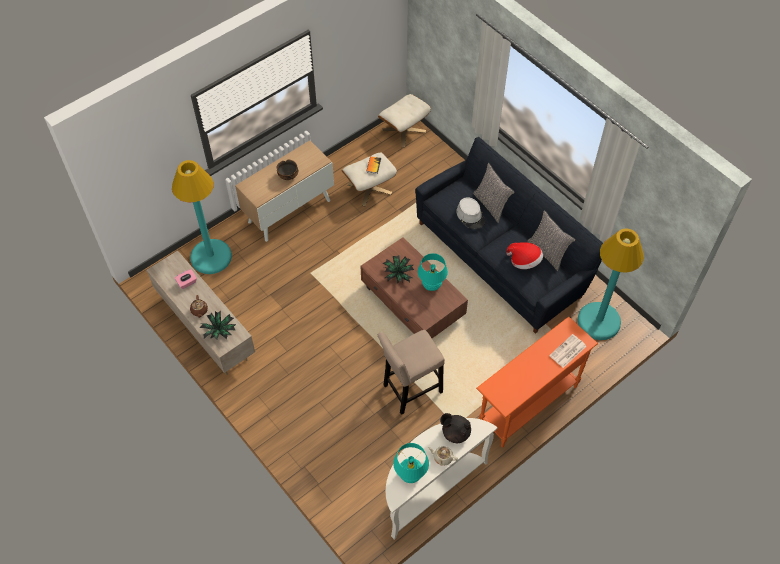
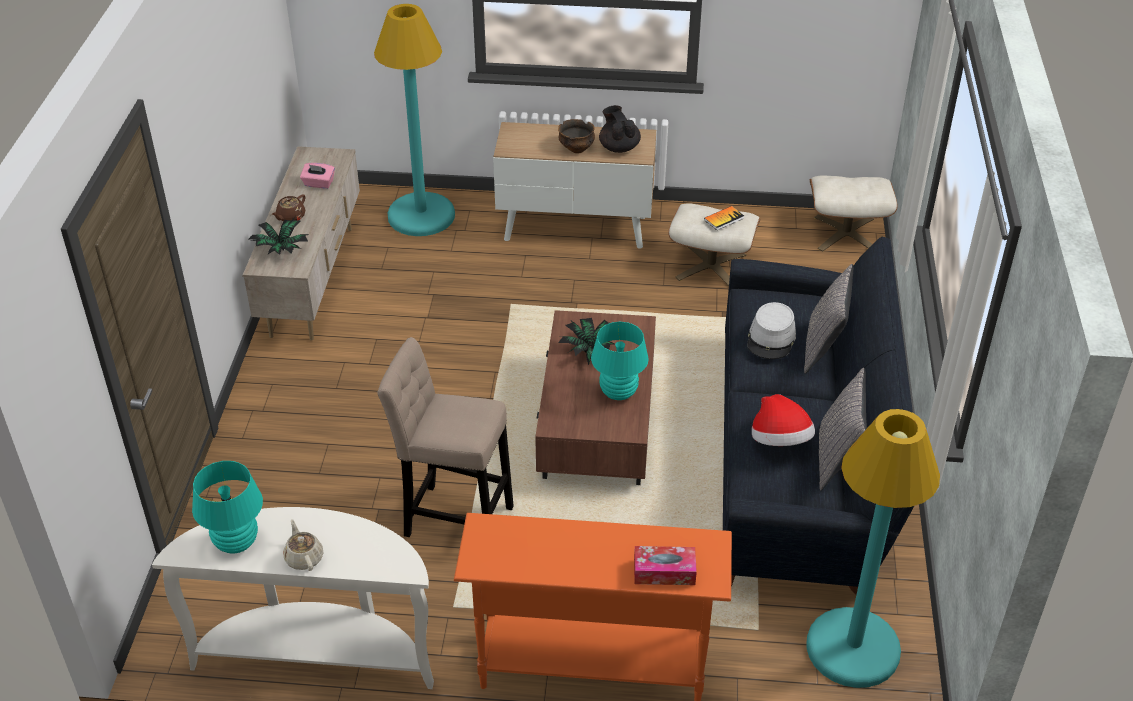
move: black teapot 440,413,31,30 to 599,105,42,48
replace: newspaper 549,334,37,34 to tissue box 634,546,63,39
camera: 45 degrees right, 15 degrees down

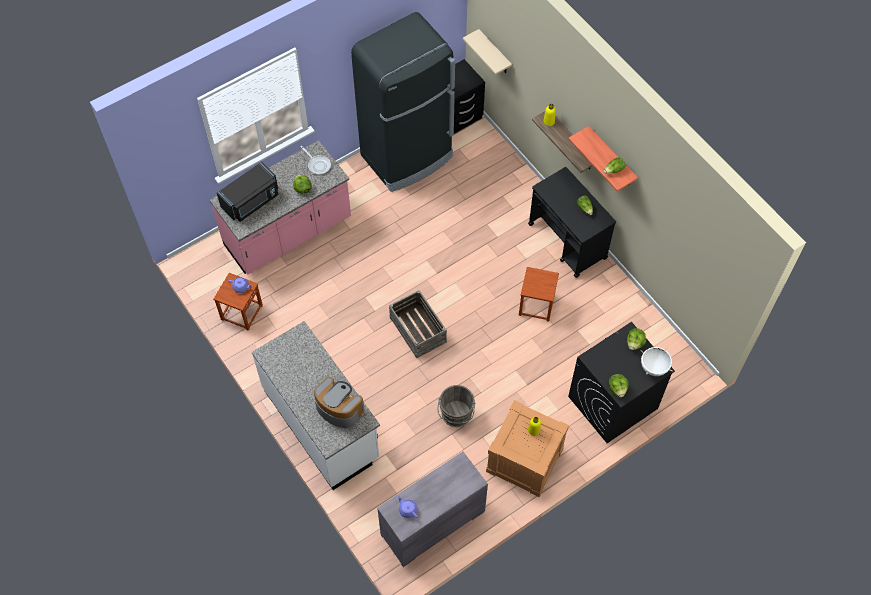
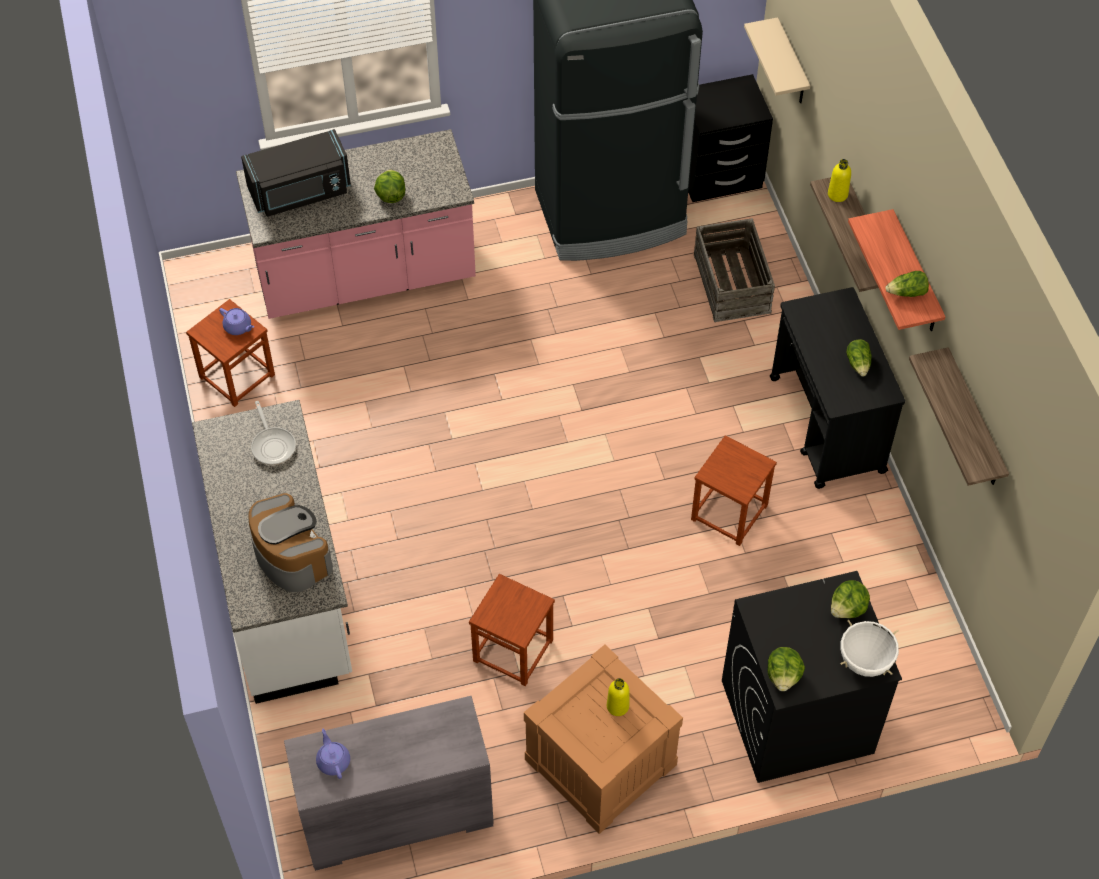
insert: shelf 909,347,100,139
move: frying pan 301,146,30,29 to 251,401,45,64; crate 389,290,58,69 to 694,218,81,104
replace: grey bucket 437,385,38,42 to brown stool 469,574,86,112
camera: 20 degrees right, 5 degrees down

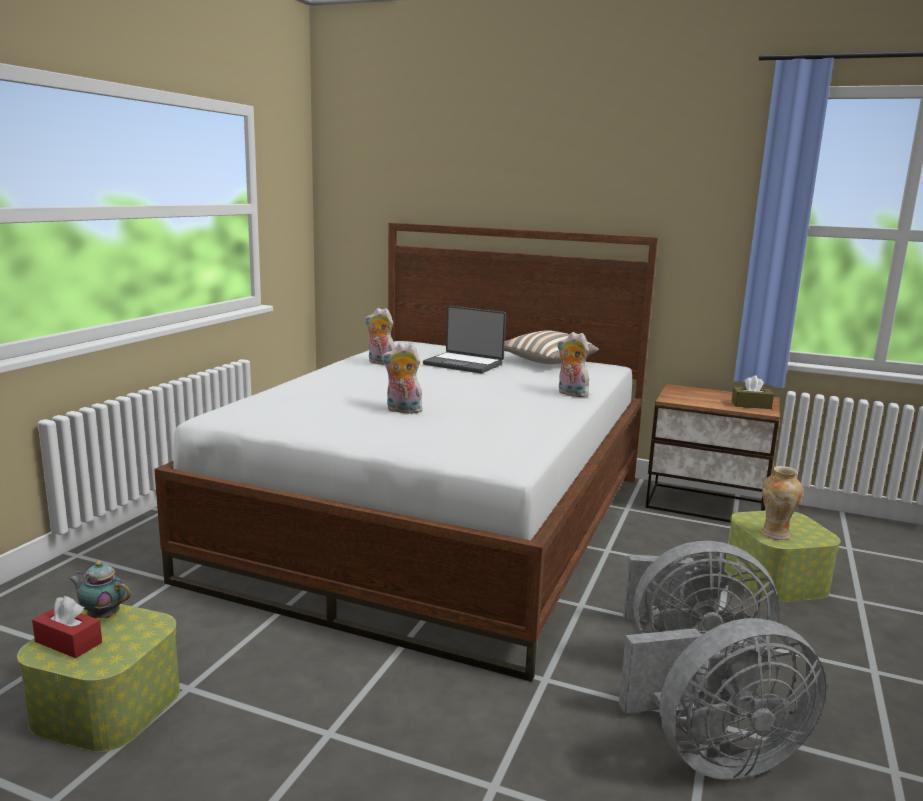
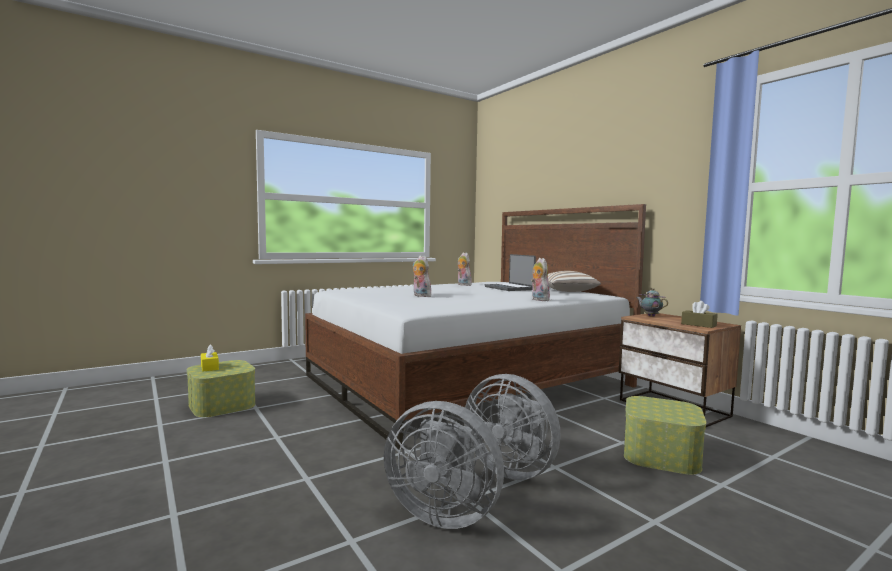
delete: vase 761,466,42,74
move: teapot 69,561,62,57 to 636,288,32,29
recolor: red tissue box 32,596,70,62 to yellow tissue box 201,344,18,28
camera: 35 degrees right, 10 degrees down

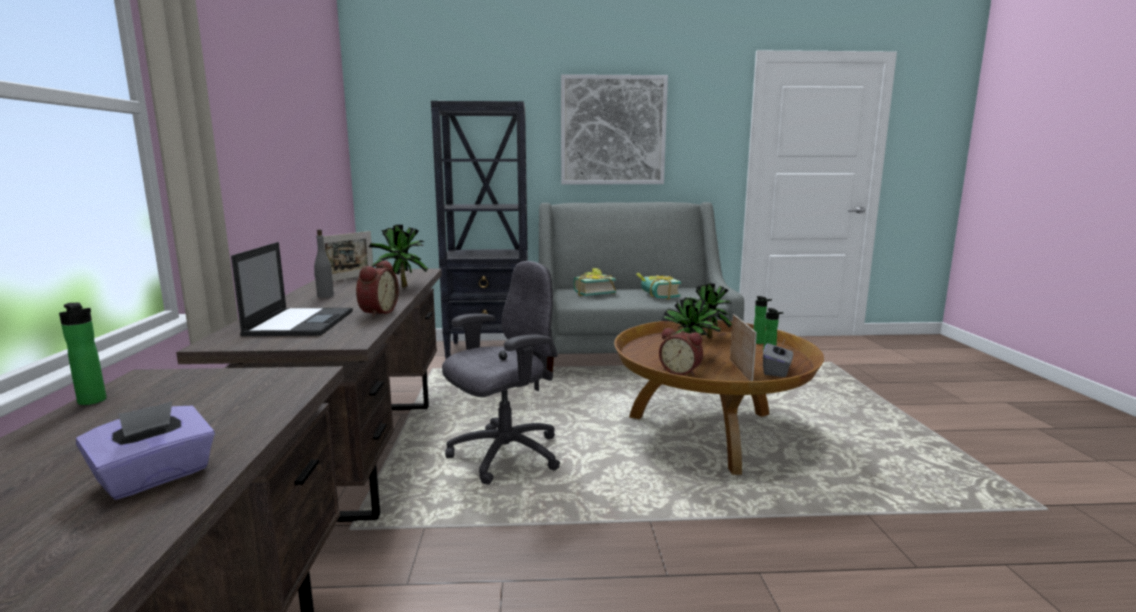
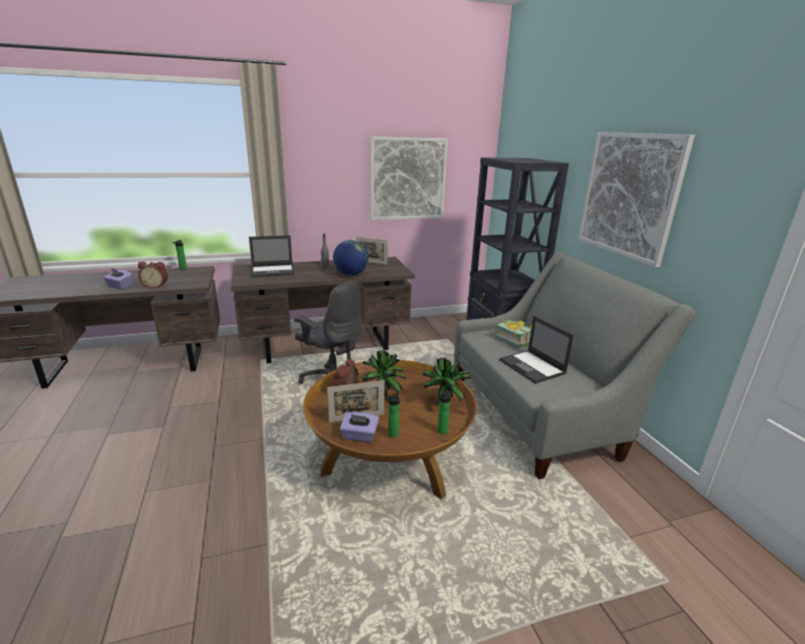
insert: picture 370,137,78,83
move: alarm clock 356,260,43,57 to 138,262,30,27
replace: potted plant 369,225,59,62 to globe 333,240,35,35; book 636,272,45,28 to laptop 499,316,75,68
recolor: grey tissue box 763,340,30,37 to purple tissue box 340,412,39,30
camera: 75 degrees right, 10 degrees up

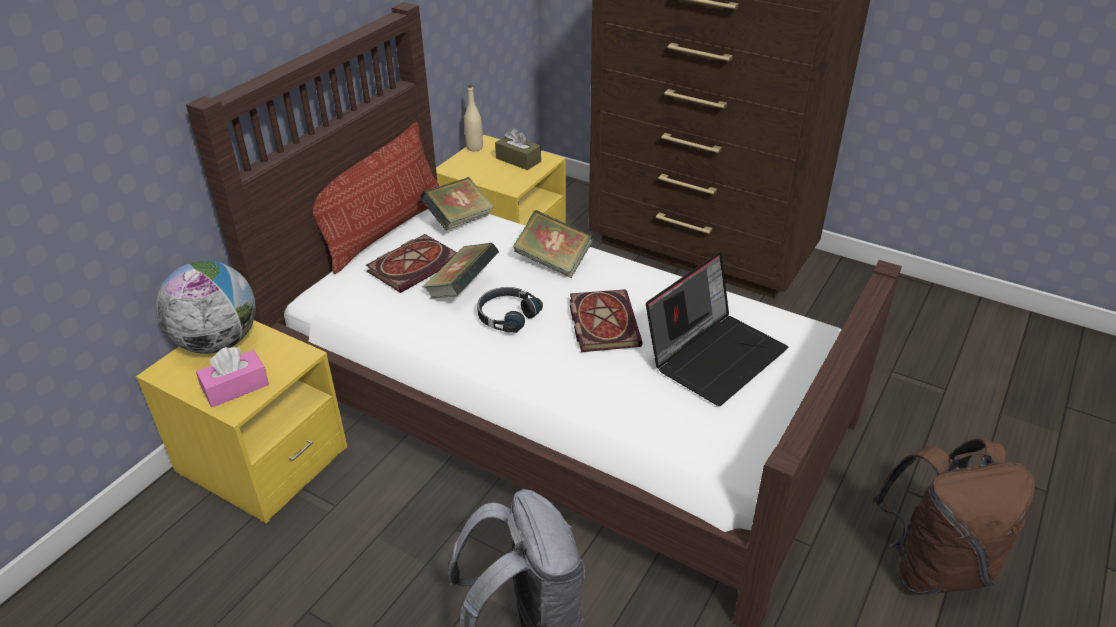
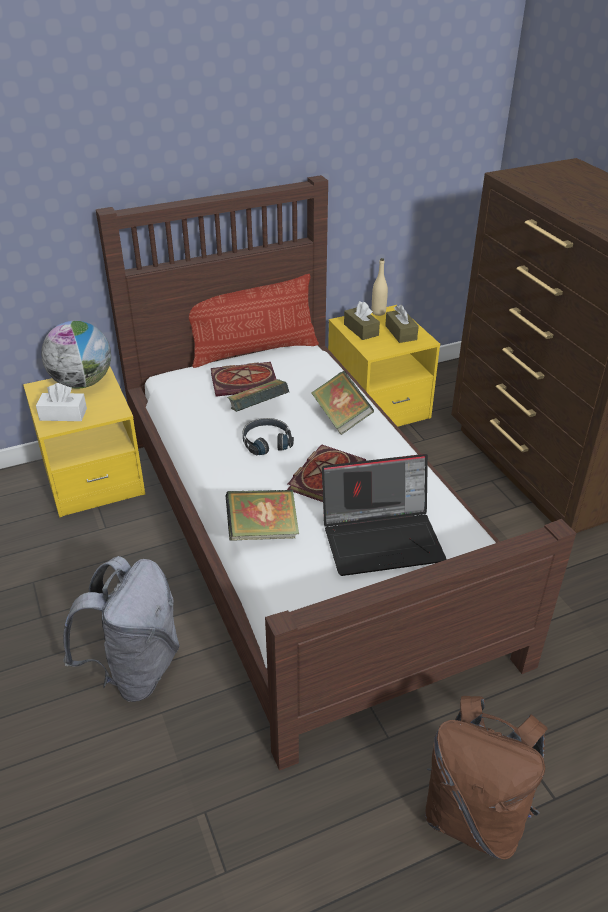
insert: brown tissue box 344,301,36,39
move: book 420,177,74,53 to 226,490,73,51
recolor: pink tissue box 196,347,73,60 to white tissue box 36,383,51,38
camera: 35 degrees right, 0 degrees up

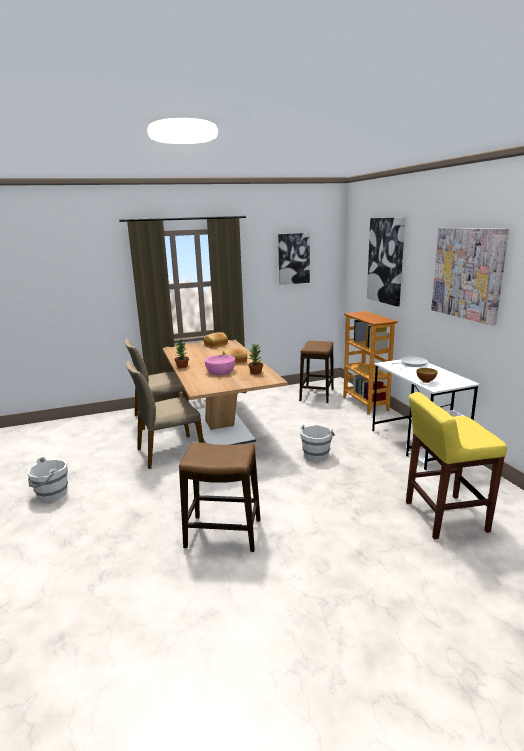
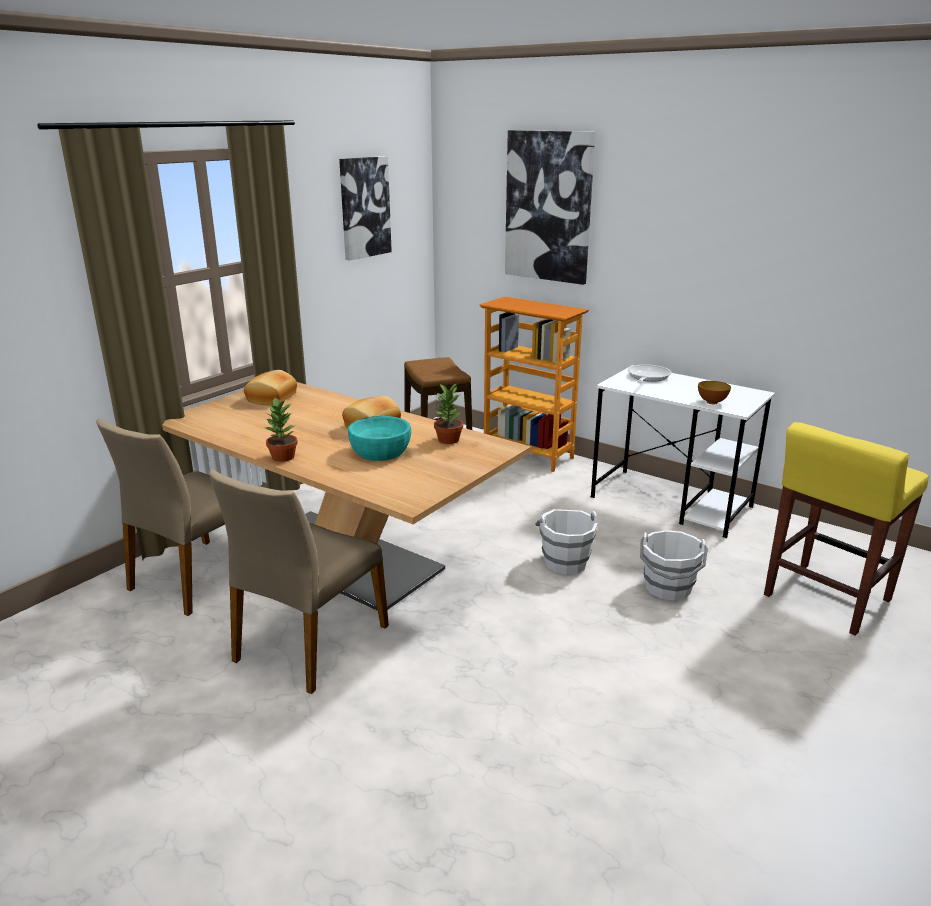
delete: stool 179,442,82,110; picture 431,228,78,97
move: white bucket 27,457,41,45 to 640,530,68,71
recolor: pink bowl 205,355,30,20 to turquoise bowl 348,416,63,45
camera: 35 degrees left, 5 degrees up

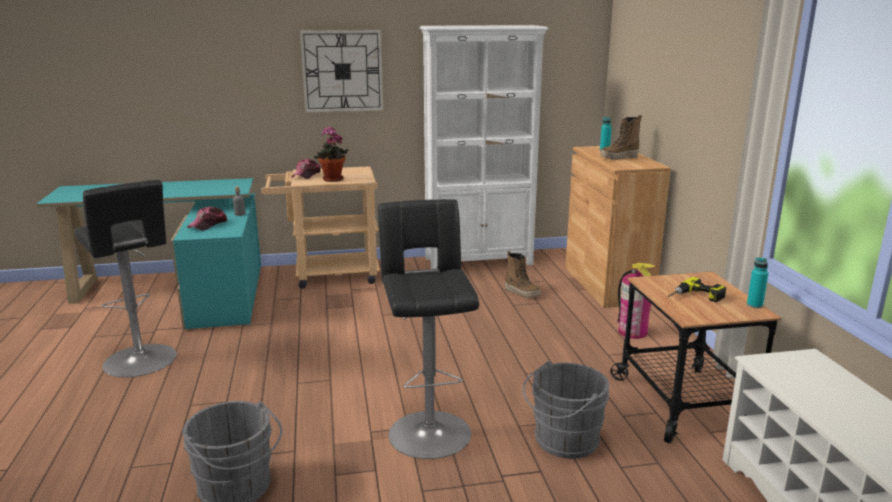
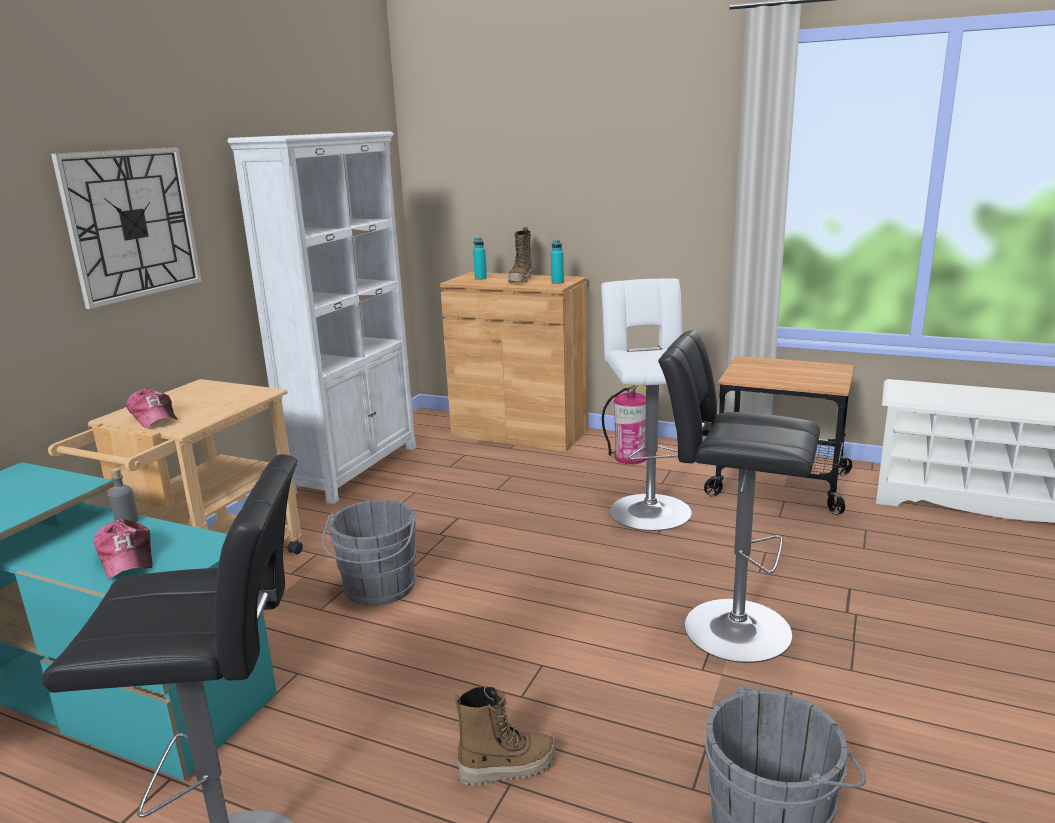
delete: potted plant 314,126,34,56; power drill 668,277,58,25
insert: white stool 601,278,91,253
move: boot 504,251,37,47 to 454,686,102,100; grey bucket 523,361,86,98 to 322,500,94,106; turquoise bottle 747,257,22,51 to 551,240,13,44
camera: 55 degrees left, 0 degrees up

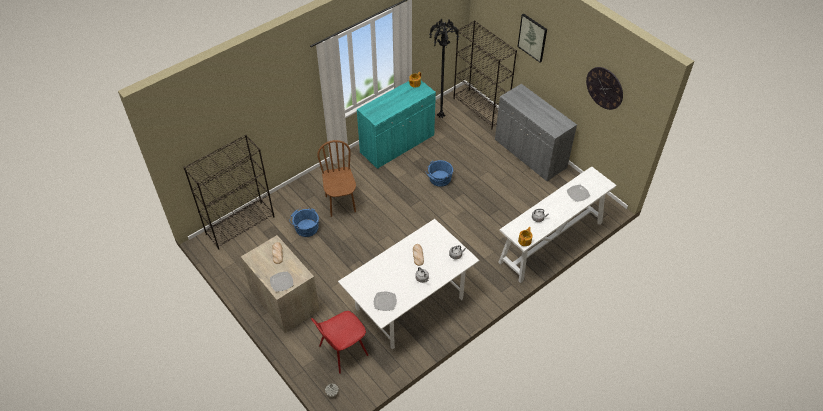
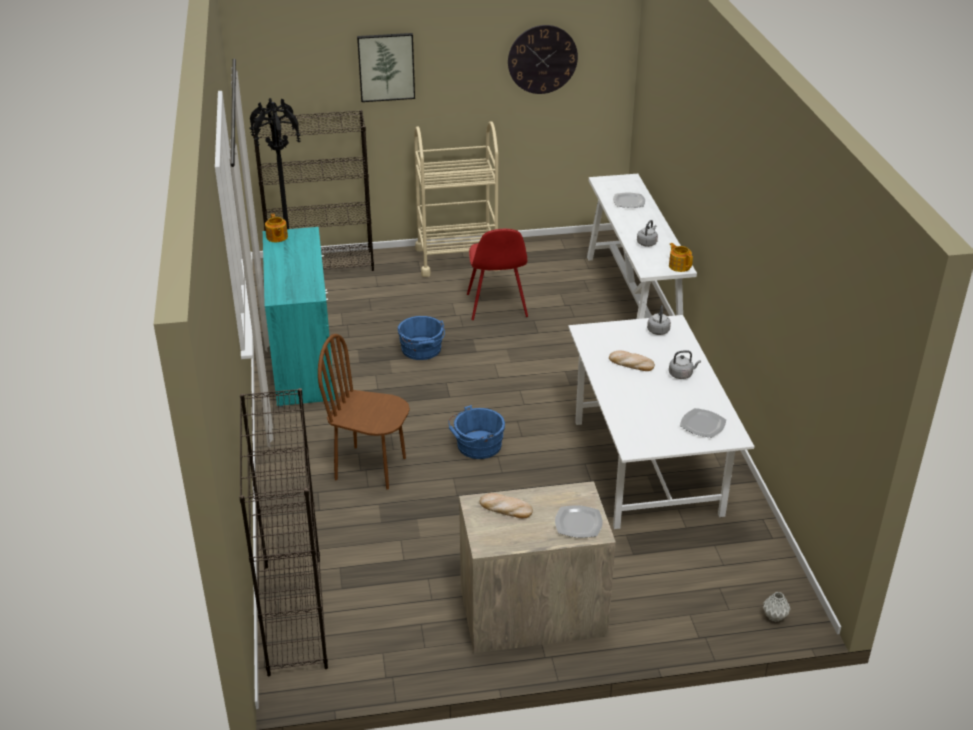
move: blue bucket 289,207,30,30 to 448,405,57,54; red chair 311,311,57,63 to 467,229,61,91
replace: grey cabinet 495,84,82,97 to beige cart 414,121,86,156
camera: 60 degrees left, 15 degrees down

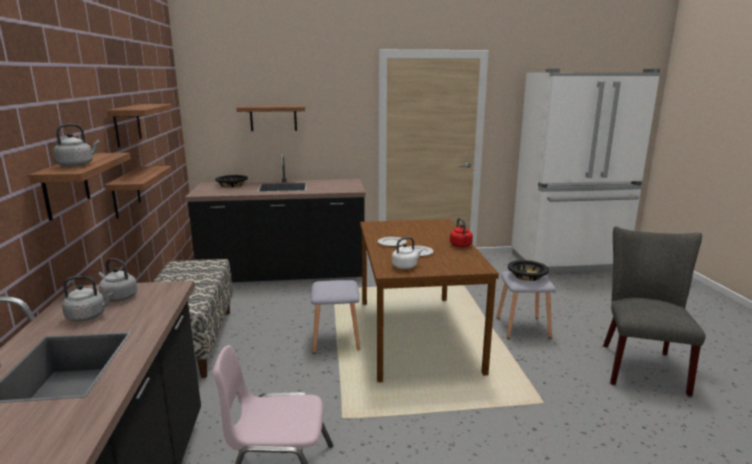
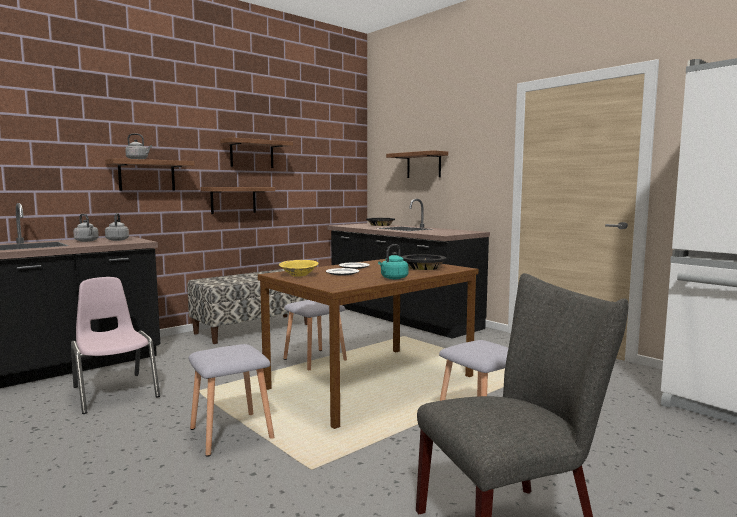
insert: grey stool 189,344,85,113
move: black bowl 508,260,41,21 to 401,254,45,16
replace: white kettle 392,237,31,32 to yellow bowl 279,260,40,17
recolor: red kettle 450,218,23,29 to turquoise kettle 378,244,30,35
camera: 55 degrees right, 10 degrees down

